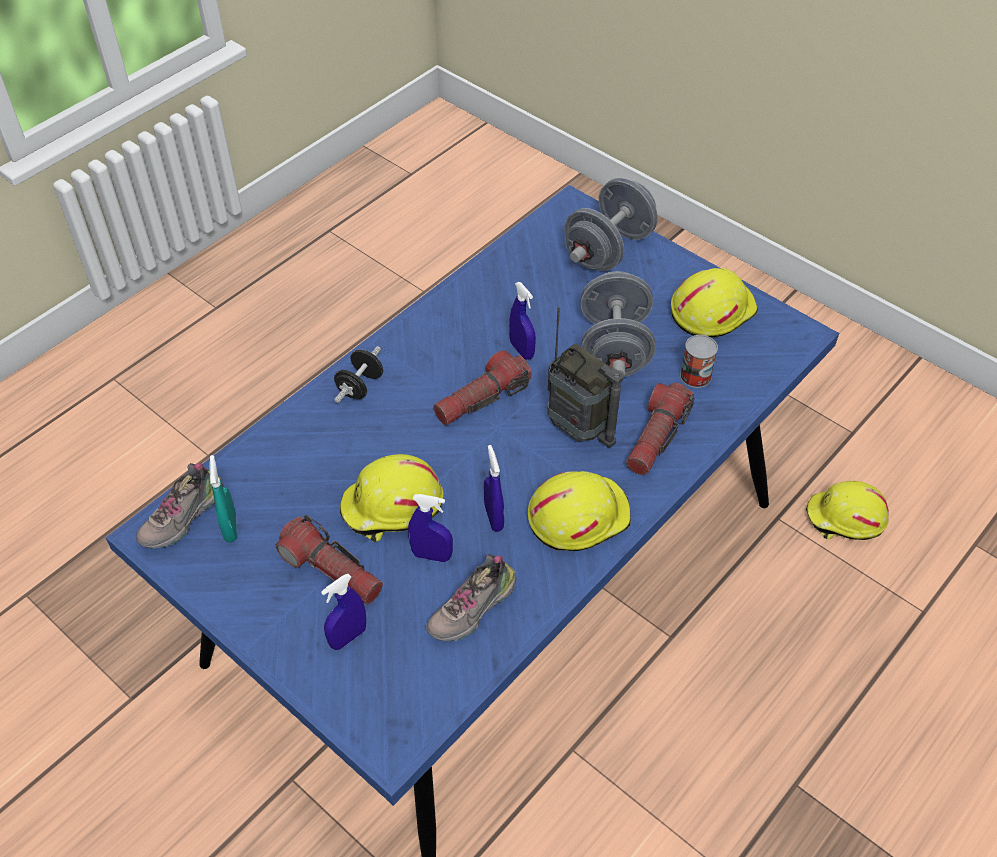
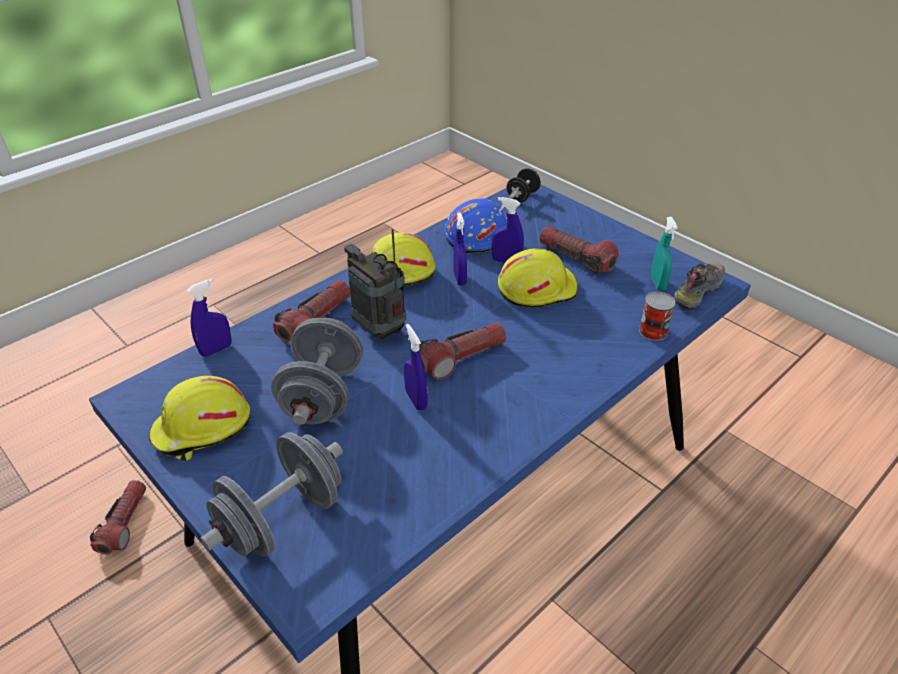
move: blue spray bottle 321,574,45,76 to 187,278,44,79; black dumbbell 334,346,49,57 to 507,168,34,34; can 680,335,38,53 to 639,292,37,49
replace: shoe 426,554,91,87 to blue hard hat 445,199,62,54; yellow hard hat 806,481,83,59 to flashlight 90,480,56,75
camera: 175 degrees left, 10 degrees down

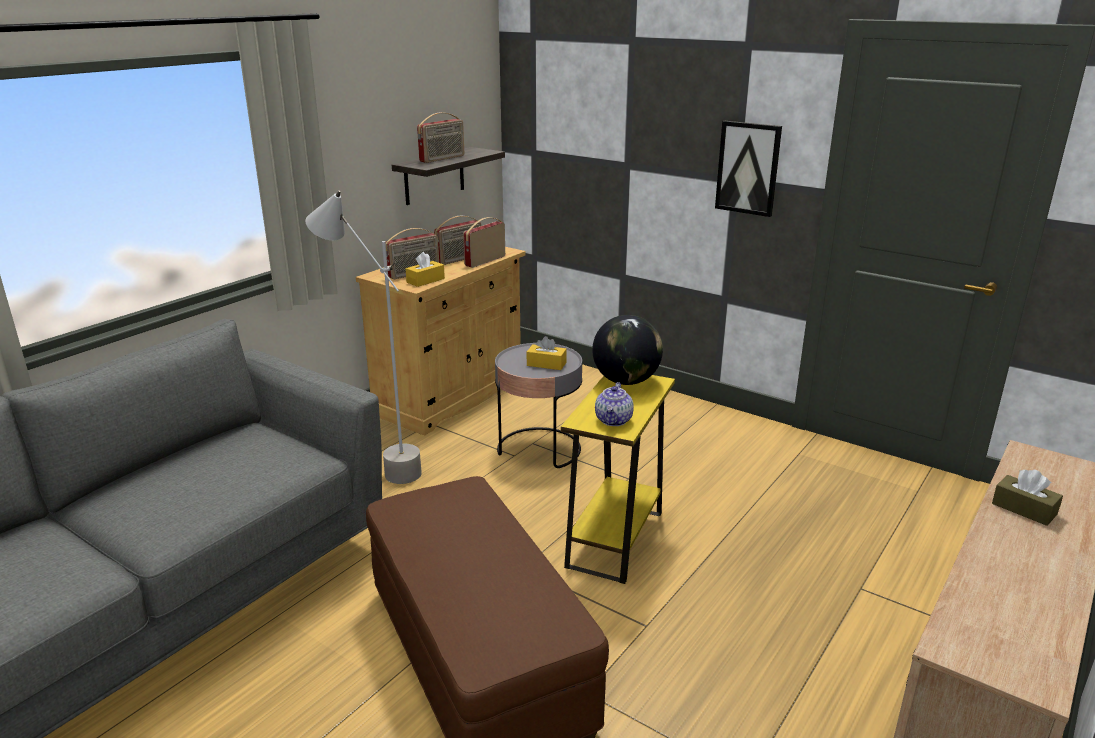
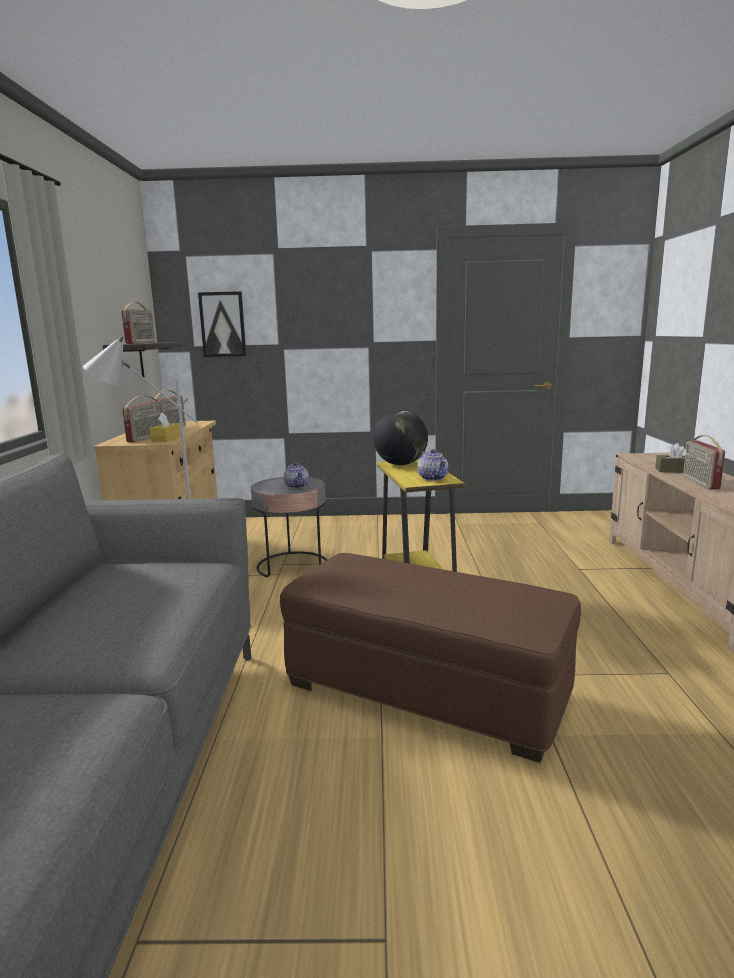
move: radio 463,217,42,51 to 683,435,42,54; picture 715,121,67,96 to 198,291,48,66
replace: yellow tissue box 527,336,40,34 to teapot 283,462,26,26
camera: 35 degrees left, 10 degrees down

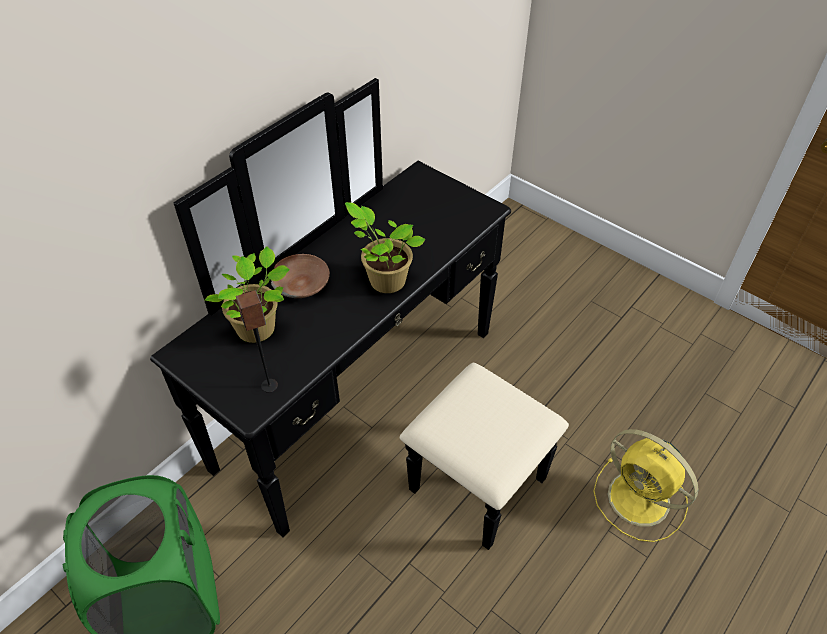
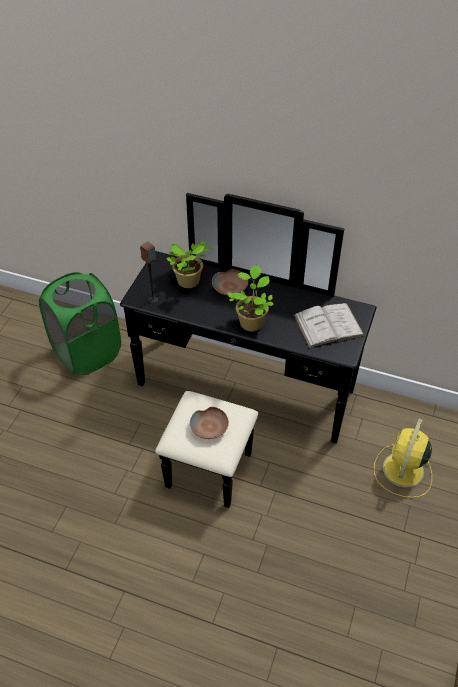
insert: brown bowl 190,407,39,32; white book 294,303,71,45
move: yellow fan 593,429,106,113 to 374,419,58,79
camera: 70 degrees right, 0 degrees up

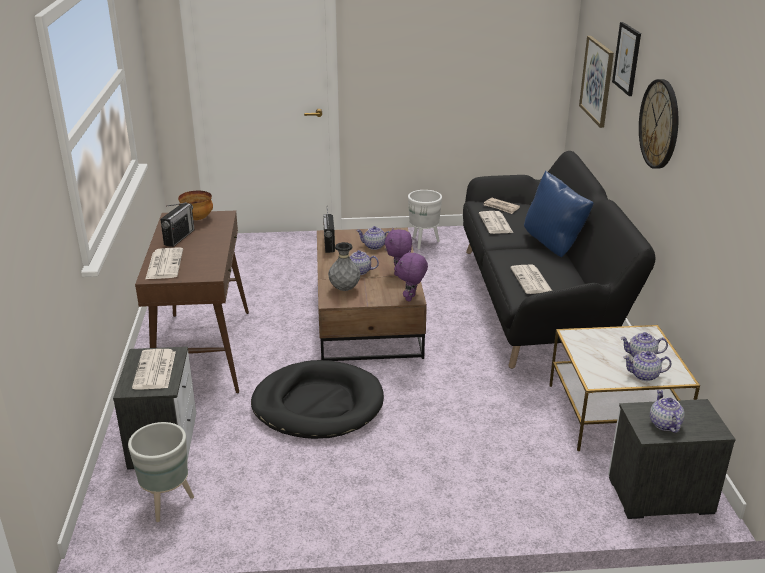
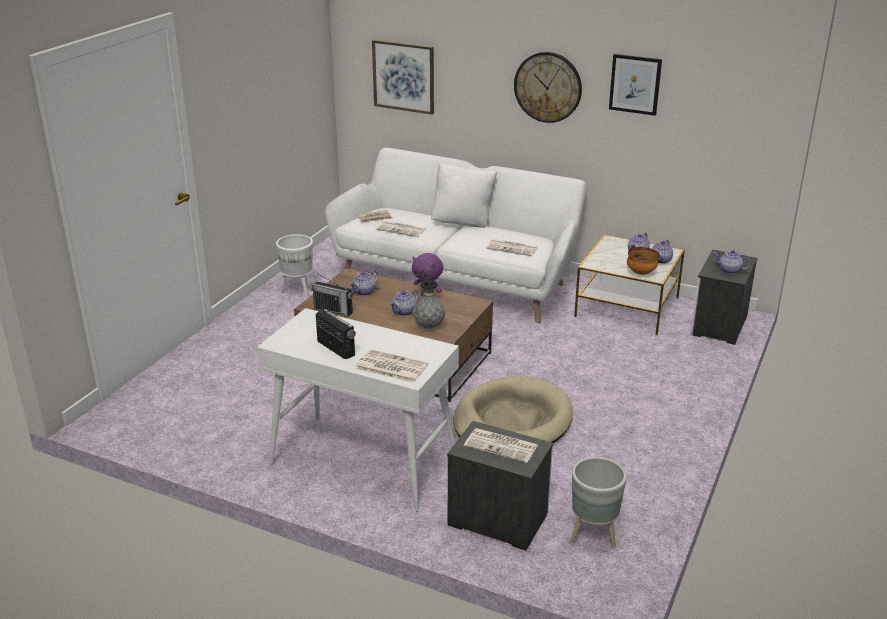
delete: purple plush toy 396,250,32,52
move: bowl 178,191,35,29 to 627,247,32,28; picture 612,22,29,74 to 609,54,53,62
recolor: brown console table 135,211,114,182 to white console table 257,308,202,203; black dog bed 251,360,133,79 to beige dog bed 453,376,120,67; black sofa 463,151,193,218 to white sofa 325,148,262,175; blue pillow 524,170,70,87 to white pillow 431,163,66,65
camera: 60 degrees left, 0 degrees up

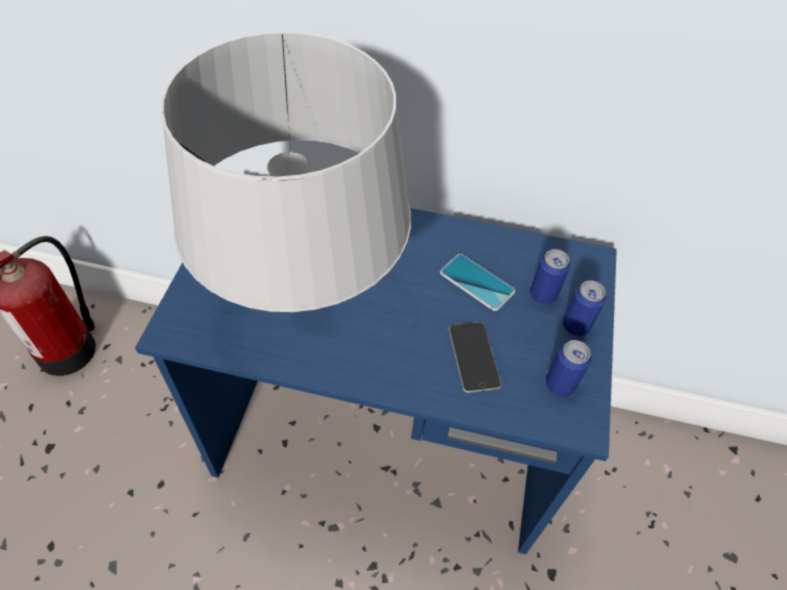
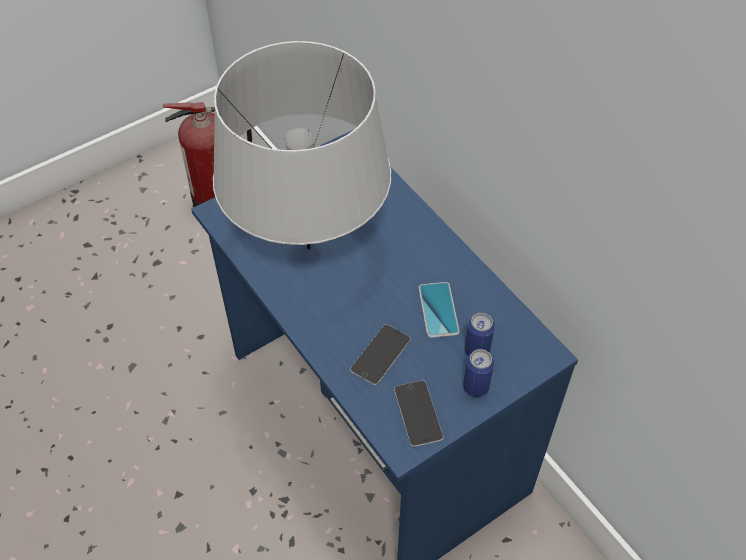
replace: can 546,340,45,56 to phone 394,380,50,67
camera: 45 degrees right, 0 degrees up

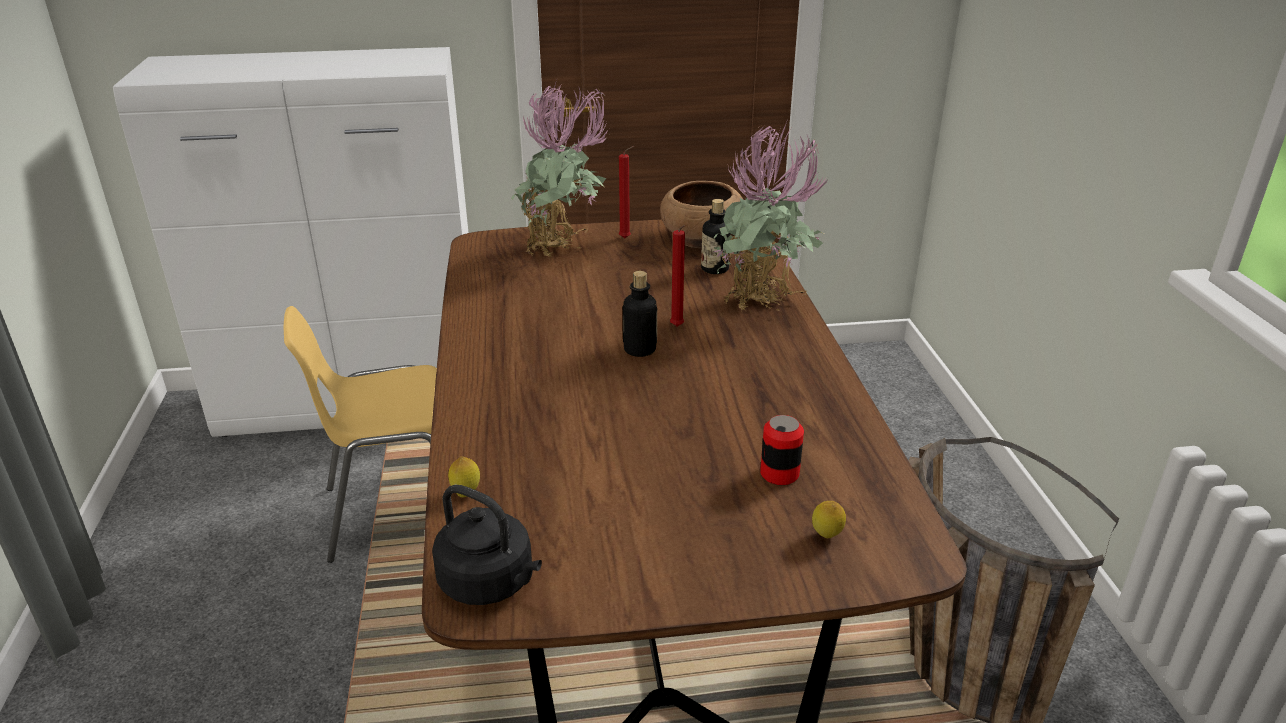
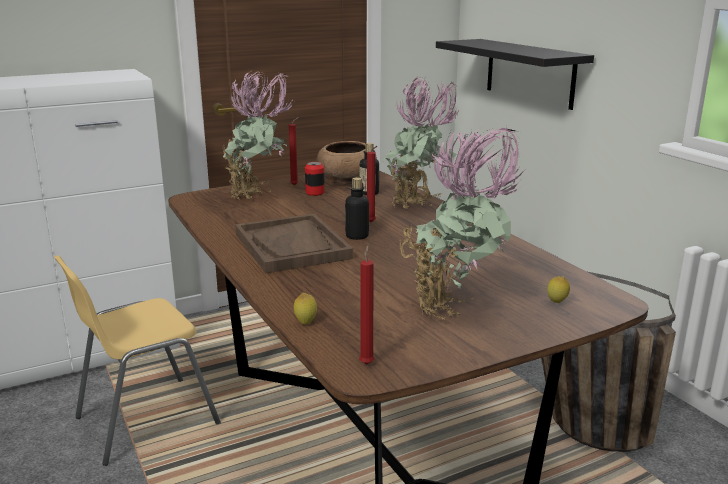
insert: brown tray 235,214,118,60; potted plant 399,127,127,193; black shelf 436,39,158,71
move: can 760,415,44,70 to 305,162,20,34
replace: black kettle 432,485,110,120 to red candle 359,245,15,120
camera: 20 degrees left, 10 degrees down

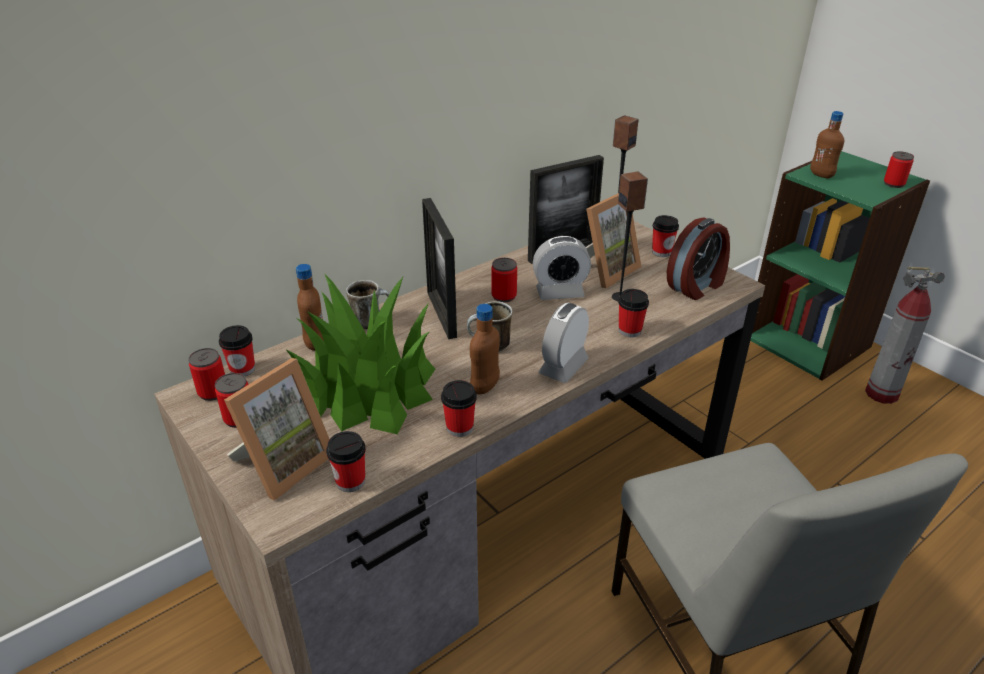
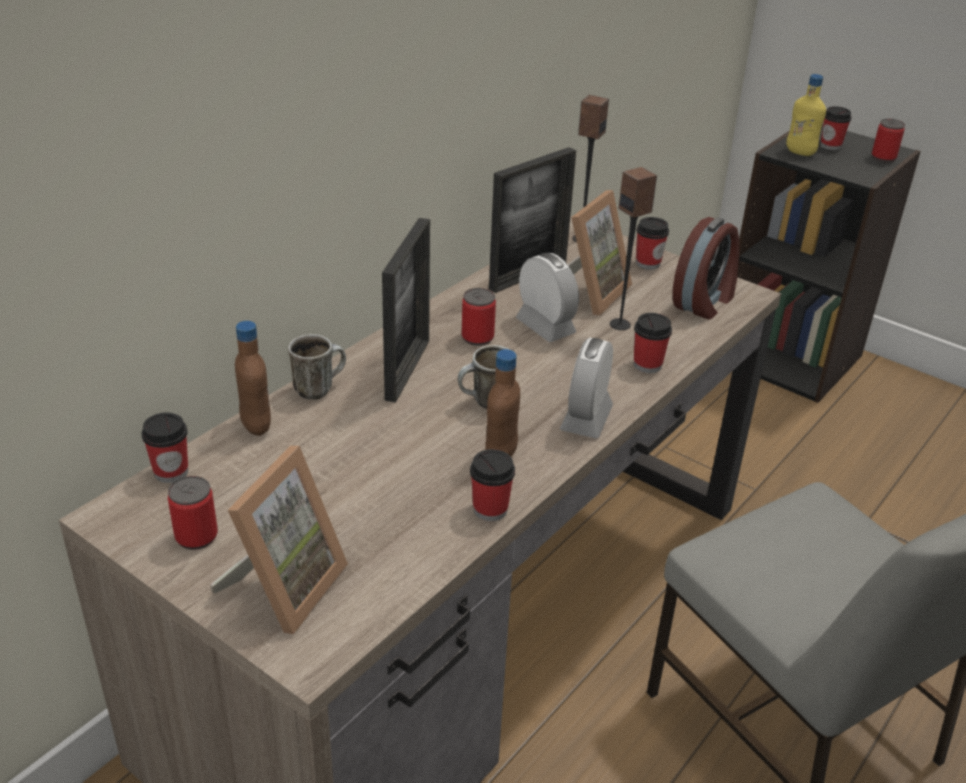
delete: can 188,348,37,53; potted plant 286,273,149,161; fire extinguisher 865,266,80,138
move: cup 326,431,40,61 to 820,106,32,44
recolor: green bookcase 750,151,180,230 to black bookcase 737,124,184,279; brown bottle 810,111,34,67 to yellow bottle 786,74,40,82
rotate: picture frame 422,198,35,141 = 382,218,48,185 135 degrees counterclockwise; alarm clock 533,236,58,64 = 516,253,63,89 105 degrees counterclockwise
camera: 15 degrees left, 0 degrees up

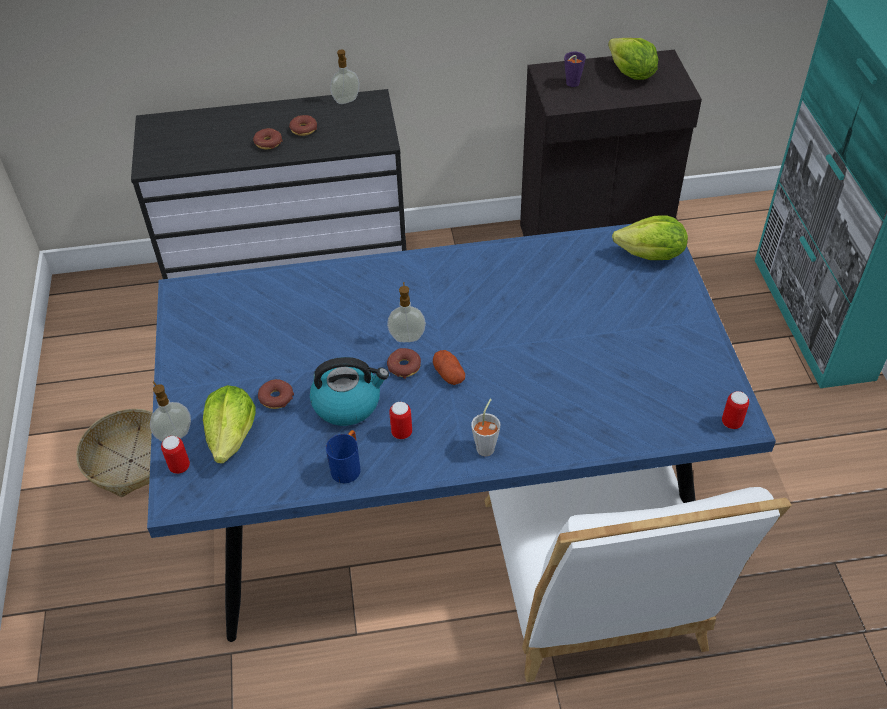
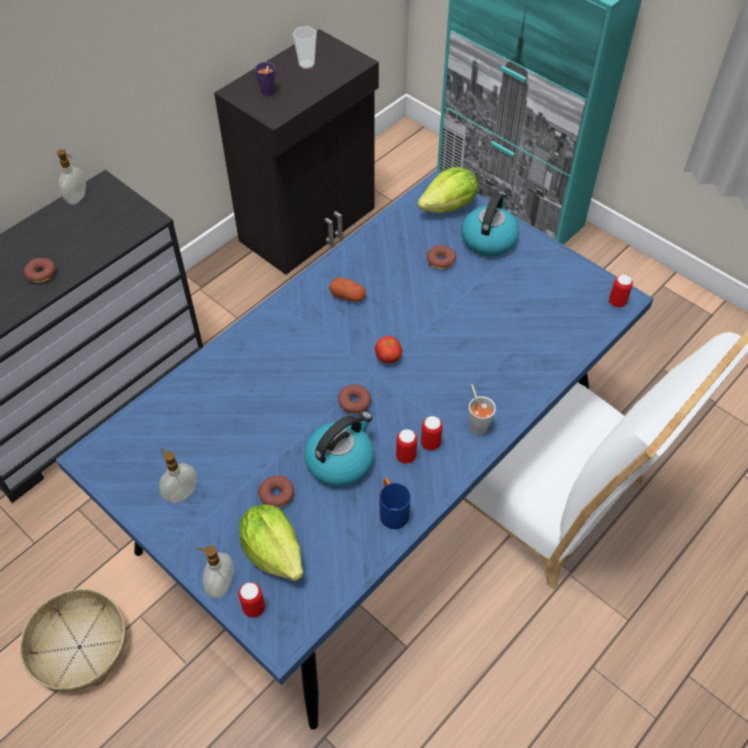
insert: tomato 375,336,27,27; can 421,416,22,34; kettle 461,192,58,65
move: donut 289,115,28,21 to 427,245,29,24; soap dispenser 387,282,39,60 to 159,448,38,55; potato 433,350,32,35 to 329,278,37,24
replace: lettuce 608,38,50,42 to cup 293,26,24,43
camera: 40 degrees left, 5 degrees up

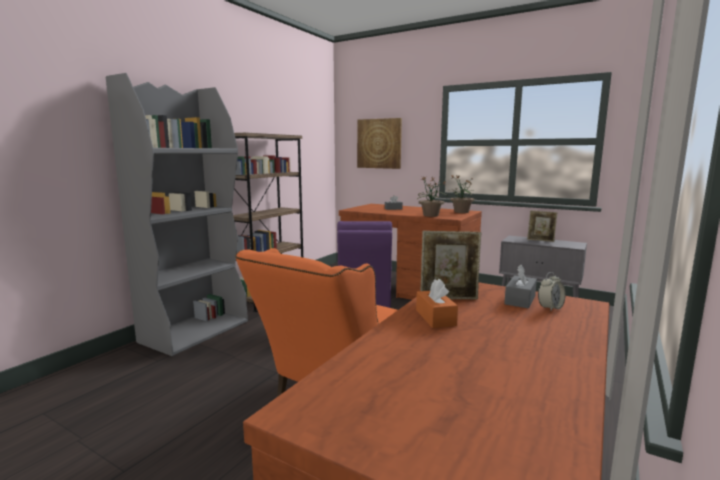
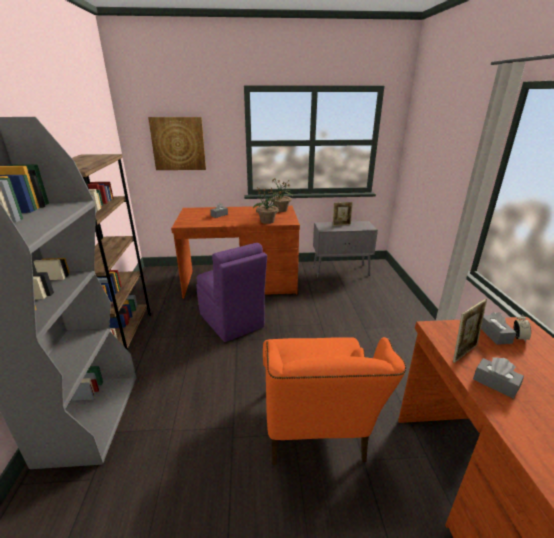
recolor: orange tissue box 416,279,42,49 to grey tissue box 473,357,51,42
camera: 35 degrees left, 15 degrees up

